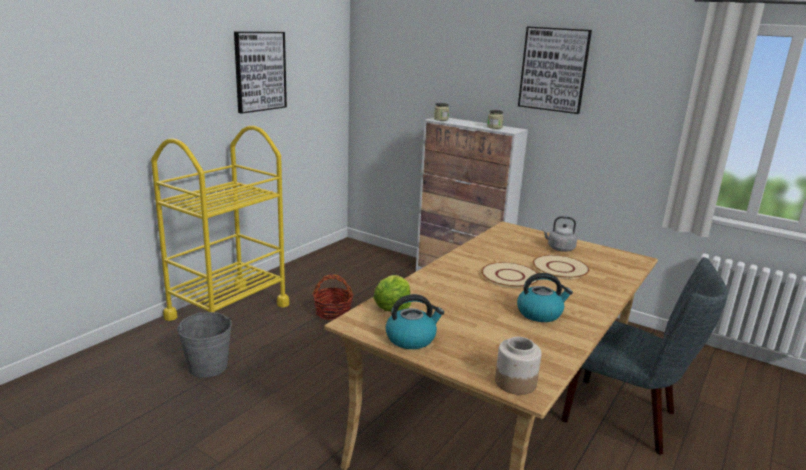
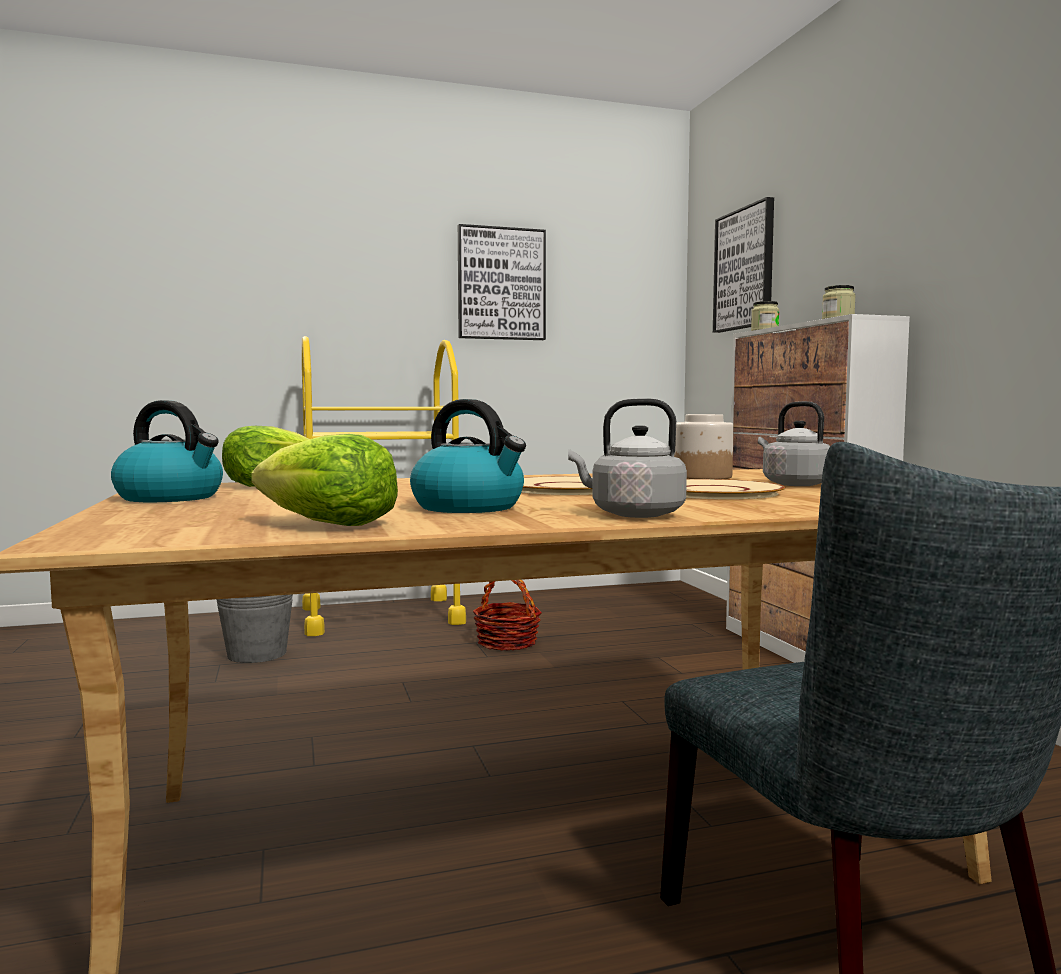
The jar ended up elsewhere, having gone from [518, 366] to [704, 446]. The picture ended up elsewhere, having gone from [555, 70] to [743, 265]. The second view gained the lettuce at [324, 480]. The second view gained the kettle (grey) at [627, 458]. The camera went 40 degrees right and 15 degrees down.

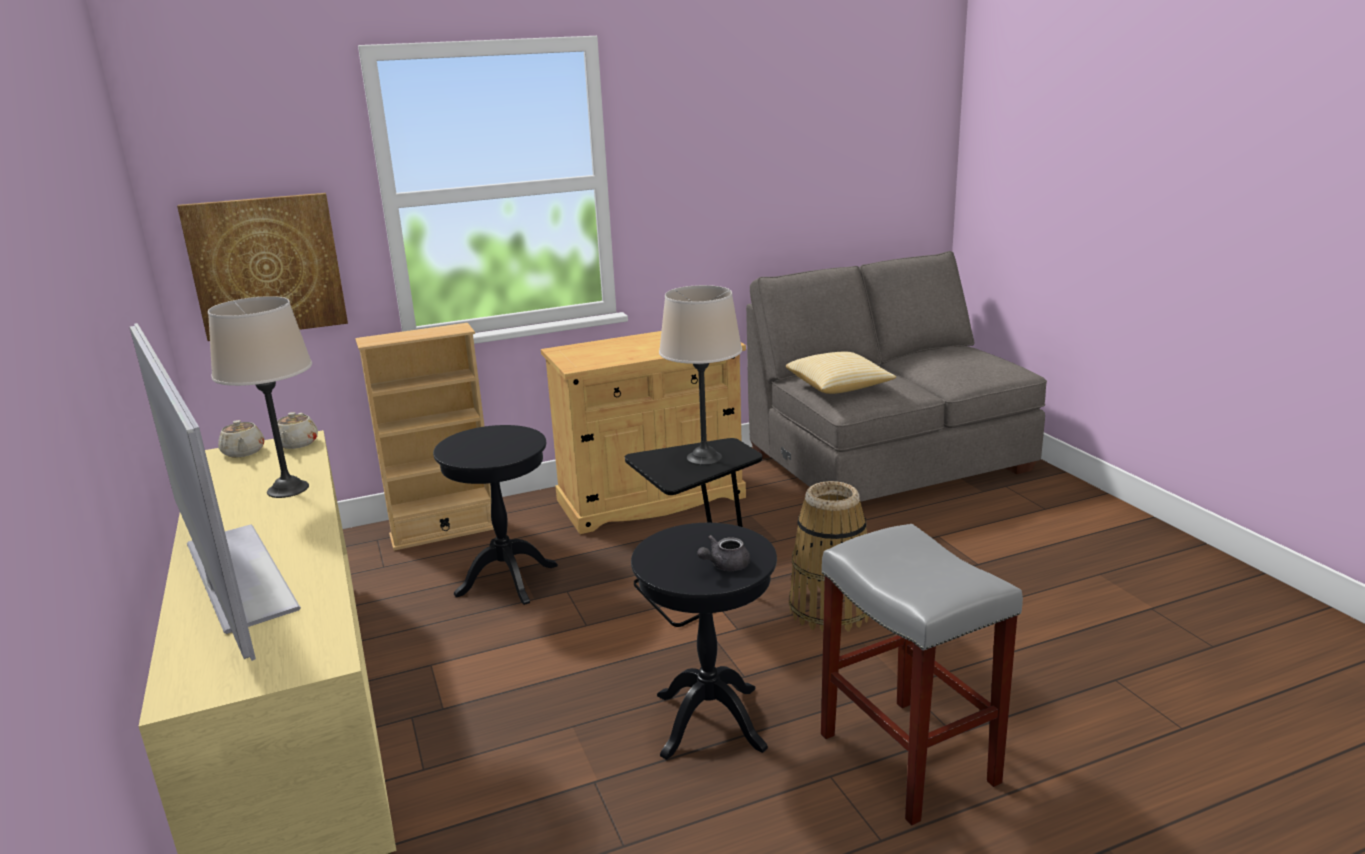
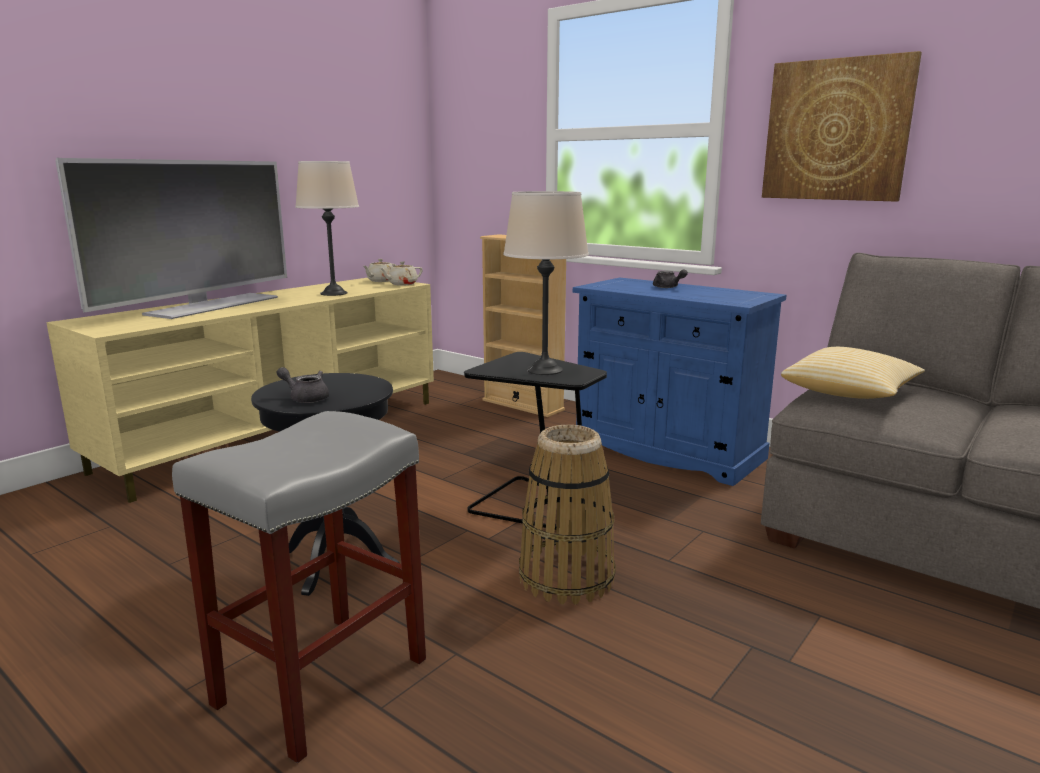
The picture ended up elsewhere, having gone from [262, 267] to [842, 126]. The second view lost the side table (black) at [495, 515]. What was the cabinet (beige) at [643, 432] turned into the cabinet (blue) at [679, 381]. The second view gained the teapot (grey) at [670, 278]. The camera went 60 degrees right and 5 degrees down.

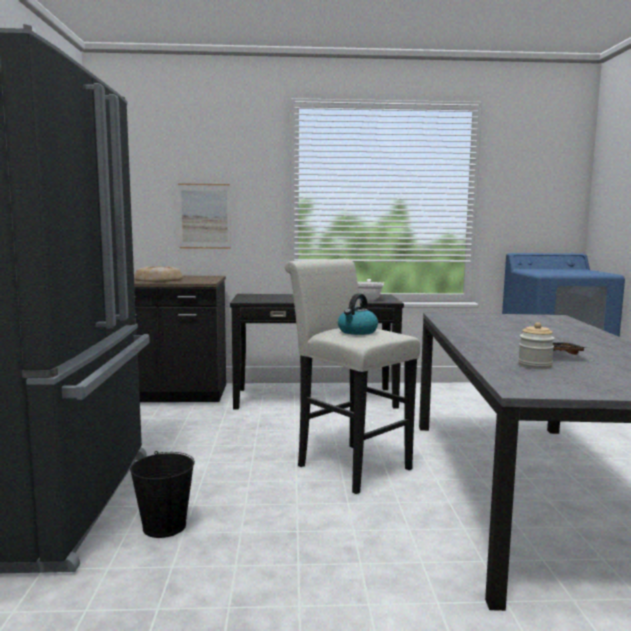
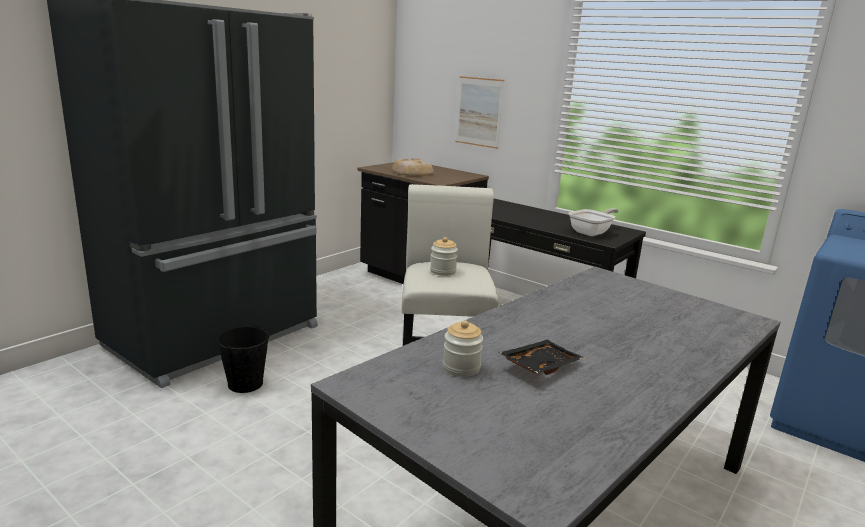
Where the kettle stood at [358, 314], the jar came to stand at [444, 256]. The camera went 40 degrees right and 10 degrees up.

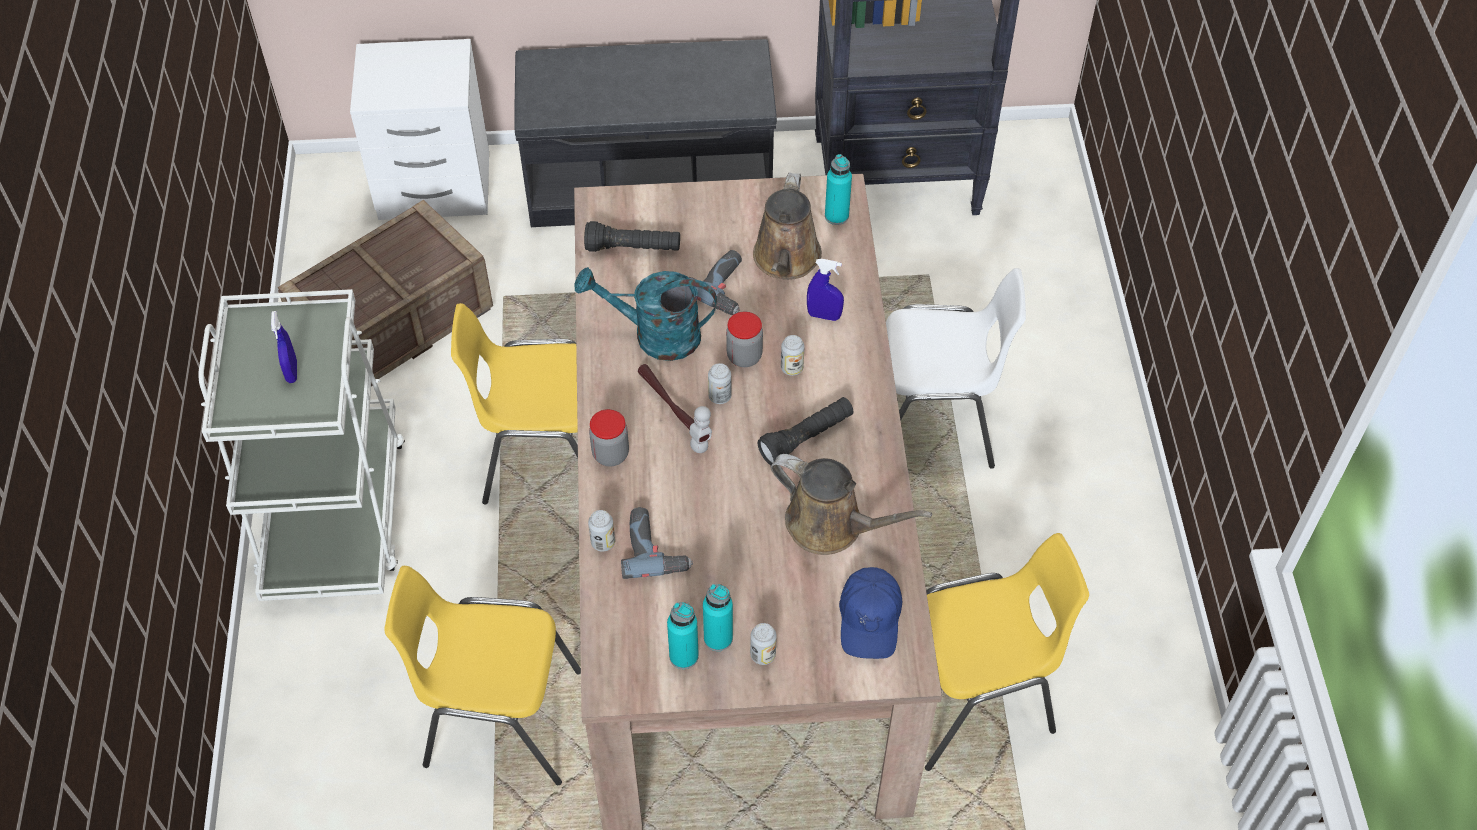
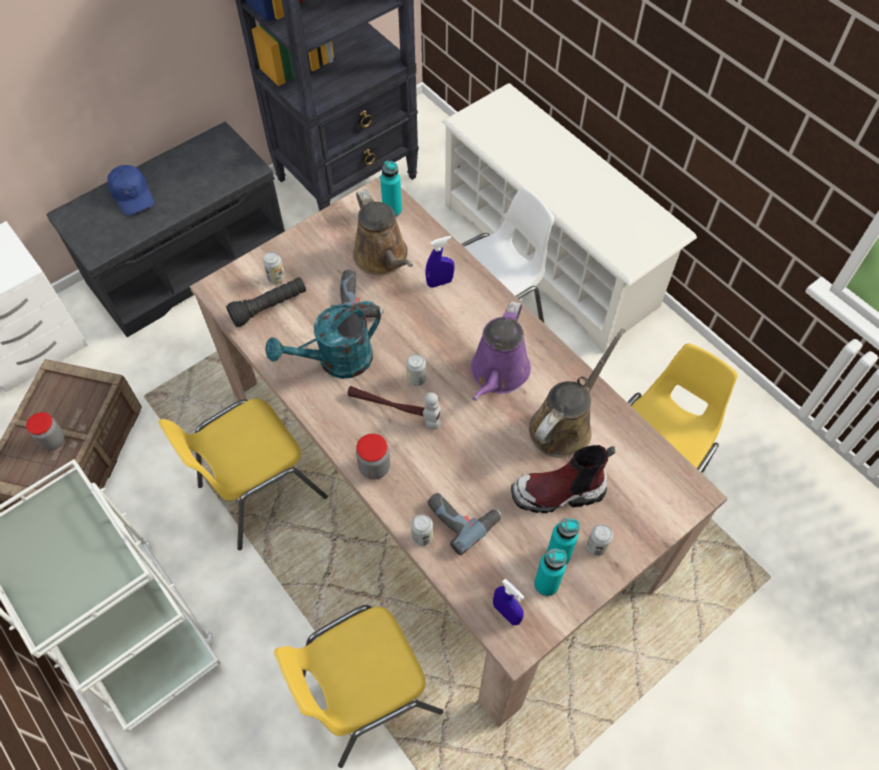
The spray bottle (blue) ended up elsewhere, having gone from [284, 347] to [508, 602]. The jar ended up elsewhere, having gone from [744, 339] to [45, 431]. Where the flashlight (black) stood at [806, 431], the watering can (purple) came to stand at [501, 351]. The watering can (brown) at [851, 504] ended up facing another way, 45 degrees counterclockwise from before. The can ended up elsewhere, having gone from [792, 355] to [274, 268]. The cap (blue) ended up elsewhere, having gone from [870, 613] to [130, 190]. The second view gained the shoe rack (white) at [569, 218]. The second view gained the boot at [563, 479]. The camera went 35 degrees left and 5 degrees up.

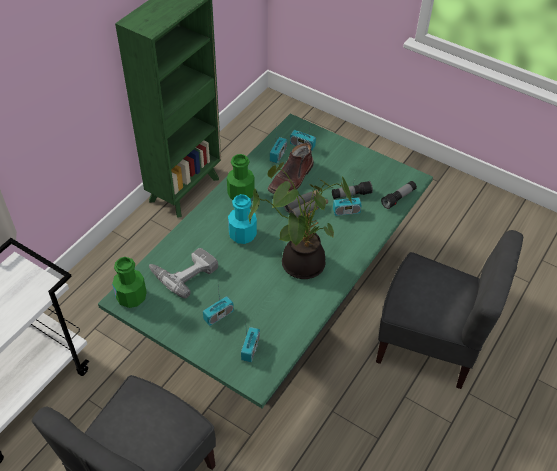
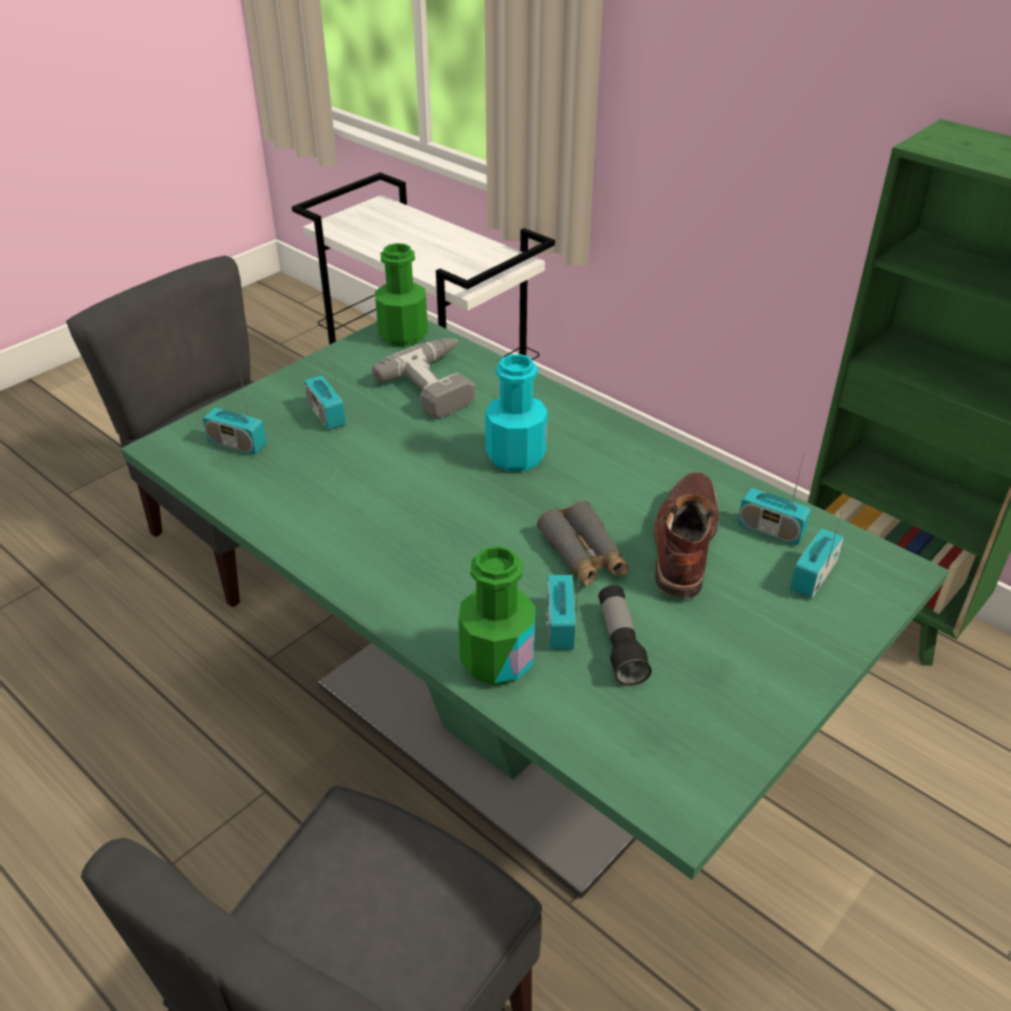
The bottle (green) ended up elsewhere, having gone from [241, 177] to [496, 615]. The second view lost the potted plant at [301, 220]. The boot (brown) at [291, 168] ended up facing another way, 60 degrees clockwise from before. The second view lost the flashlight at [399, 195]. The camera went 100 degrees right and 10 degrees down.

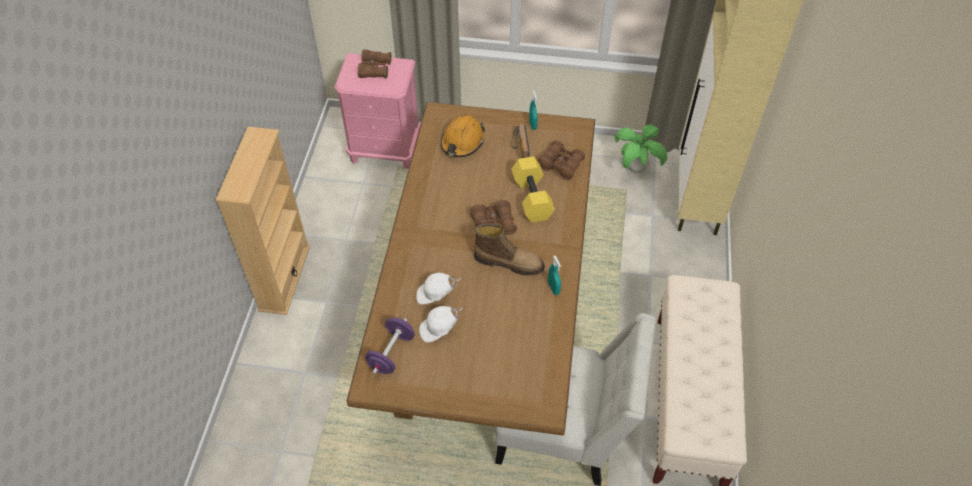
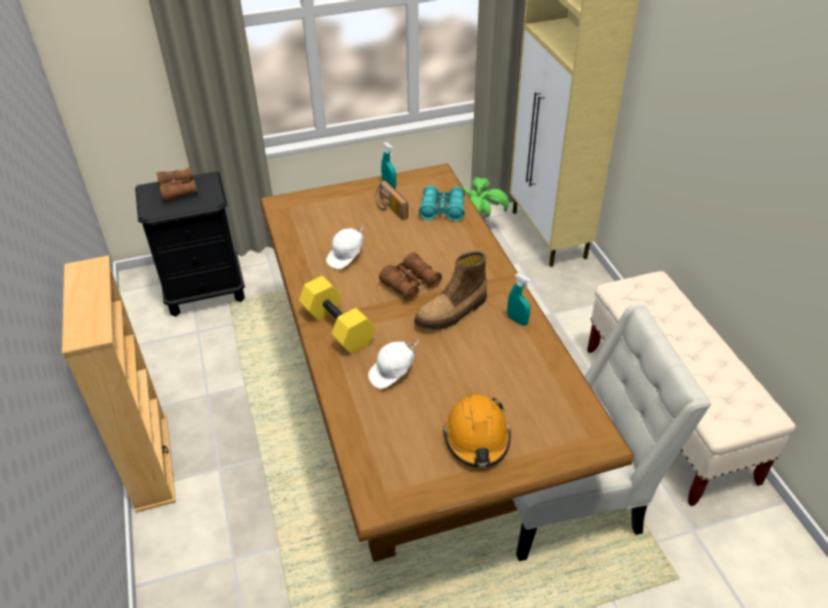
What was the nightstand (pink) at [377, 111] turned into the nightstand (black) at [190, 244]. The second view lost the dumbbell (purple) at [390, 346]. The cap (white) ended up elsewhere, having gone from [441, 324] to [344, 247]. The hard hat (orange) ended up elsewhere, having gone from [463, 136] to [477, 430]. The boot at [509, 249] ended up facing another way, 150 degrees clockwise from before. The dumbbell (yellow) ended up elsewhere, having gone from [533, 189] to [337, 315]. What was the binoculars (brown) at [561, 160] turned into the binoculars (turquoise) at [442, 203]. The camera went 25 degrees left and 10 degrees down.

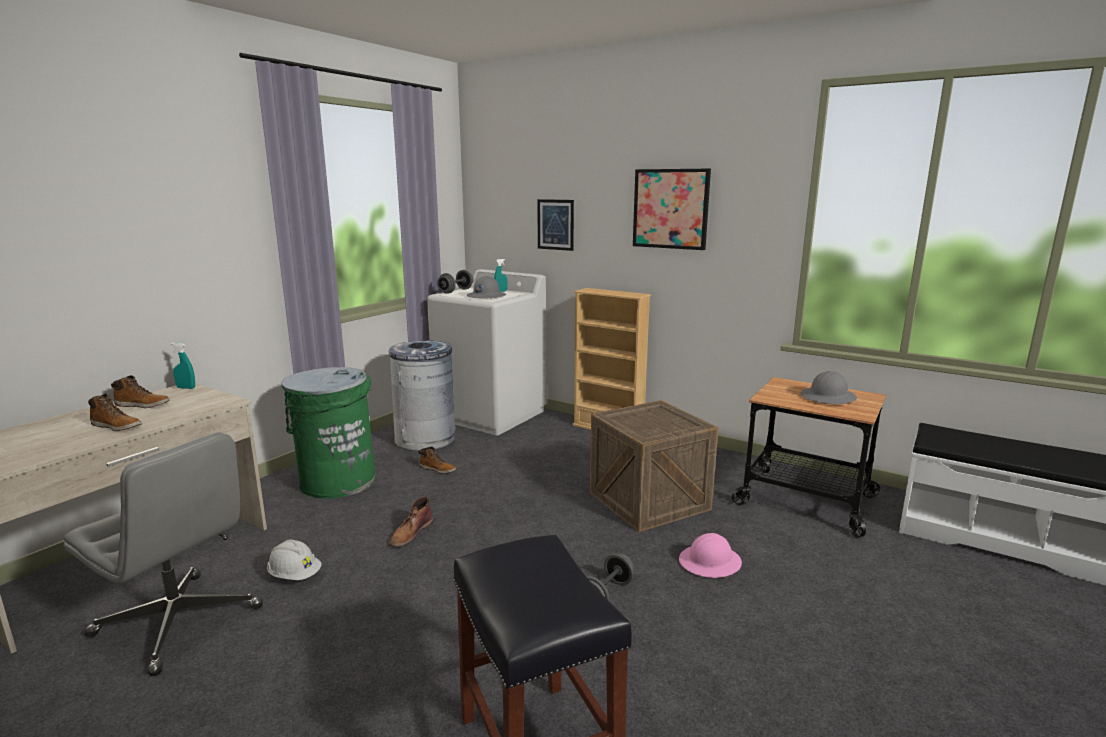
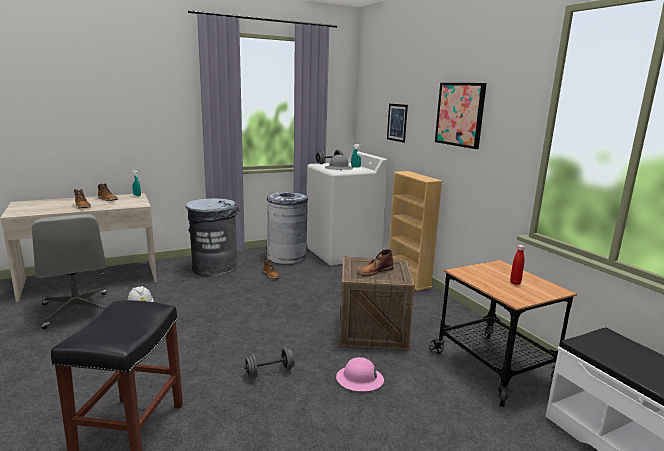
What was the trash can (green) at [328, 432] turned into the trash can (grey) at [213, 237]. The boot (brown) ended up elsewhere, having gone from [411, 522] to [375, 262]. Where the hard hat (grey) stood at [829, 387], the bottle (red) came to stand at [517, 265]. The camera went 30 degrees right and 0 degrees up.

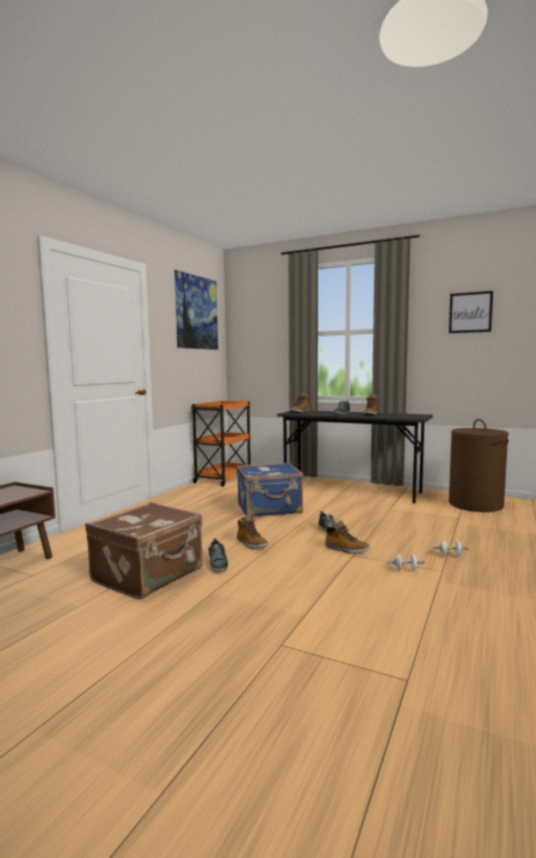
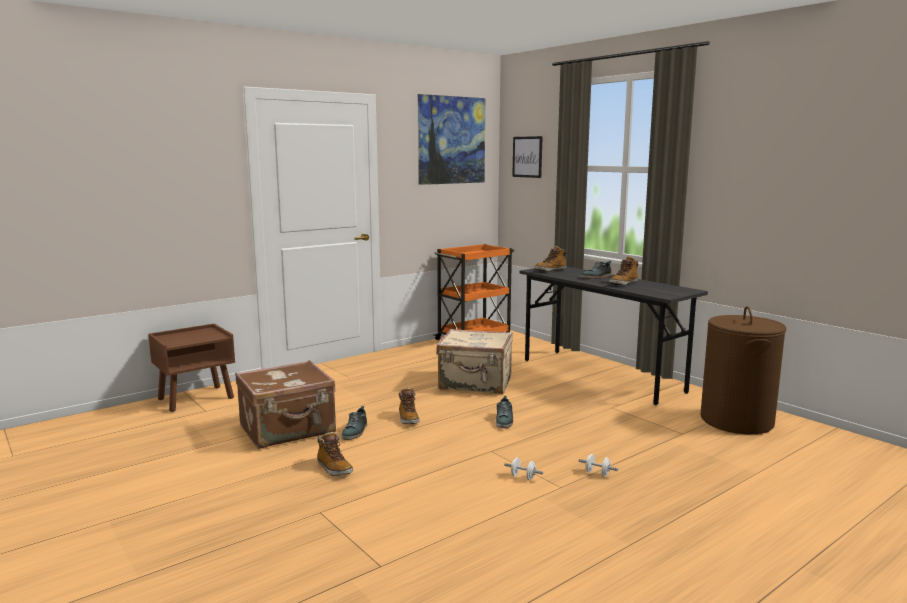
What was the suitcase (blue) at [270, 489] turned into the suitcase (beige) at [474, 361]. The boot ended up elsewhere, having gone from [347, 537] to [335, 454]. The picture ended up elsewhere, having gone from [471, 312] to [527, 157]. The camera went 25 degrees right and 5 degrees up.

